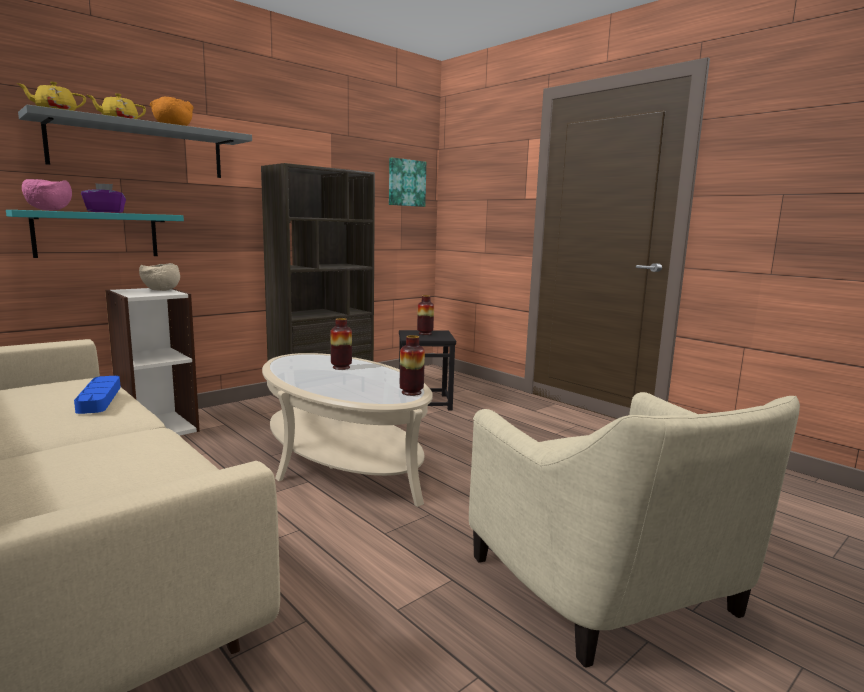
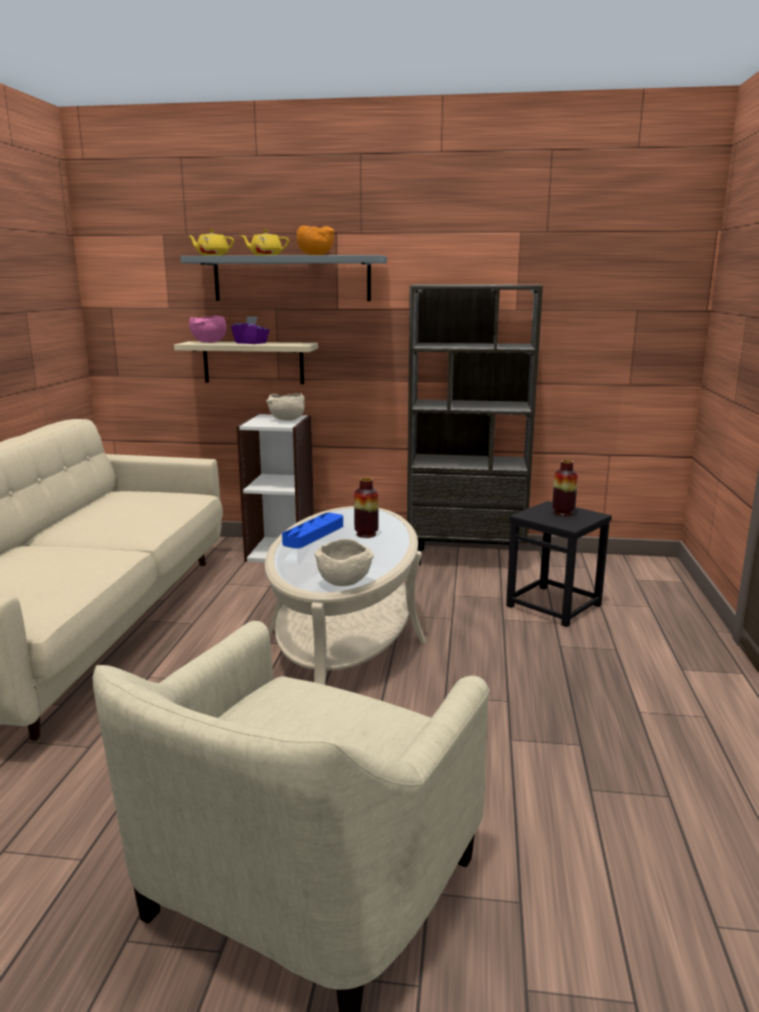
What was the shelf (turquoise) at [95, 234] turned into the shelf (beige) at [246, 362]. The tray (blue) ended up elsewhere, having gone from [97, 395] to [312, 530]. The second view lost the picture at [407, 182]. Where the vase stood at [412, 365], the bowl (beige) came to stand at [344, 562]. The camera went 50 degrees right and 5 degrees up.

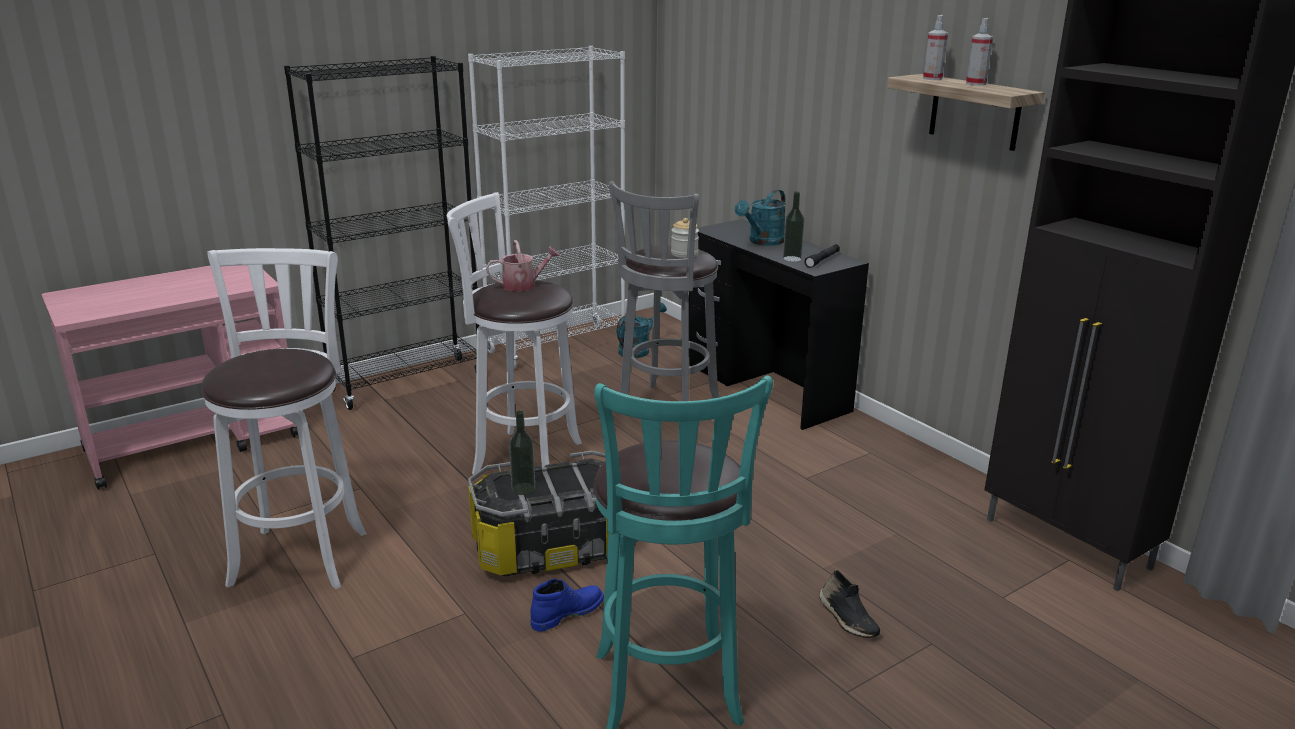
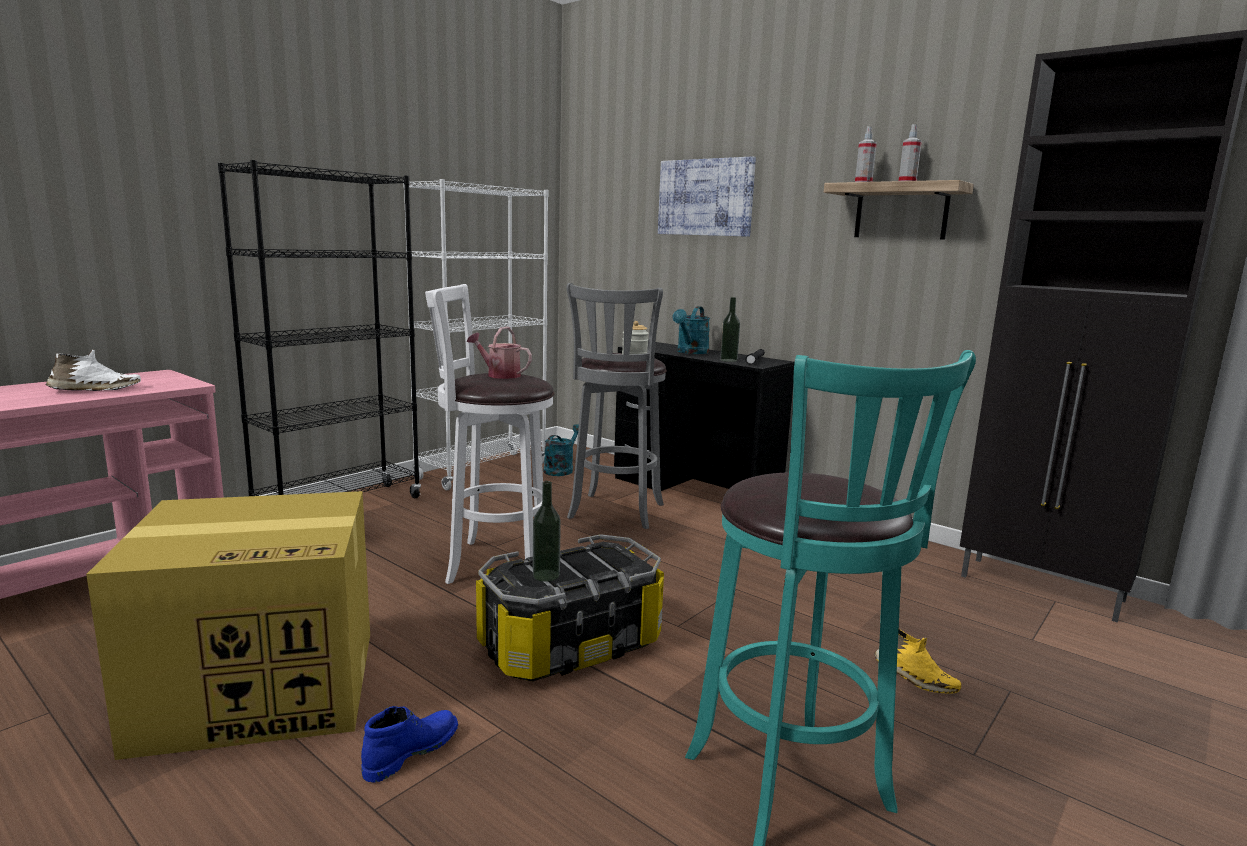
Where the stool (white) stood at [284, 418], the cardboard box came to stand at [228, 625]. The watering can at [523, 265] ended up facing another way, 120 degrees counterclockwise from before. The boot (blue) ended up elsewhere, having gone from [567, 605] to [409, 744]. What was the shoe (black) at [849, 603] turned into the shoe (yellow) at [917, 661]. The second view gained the shoe (white) at [93, 370]. The second view gained the picture at [707, 196]. The camera went 15 degrees left and 10 degrees down.

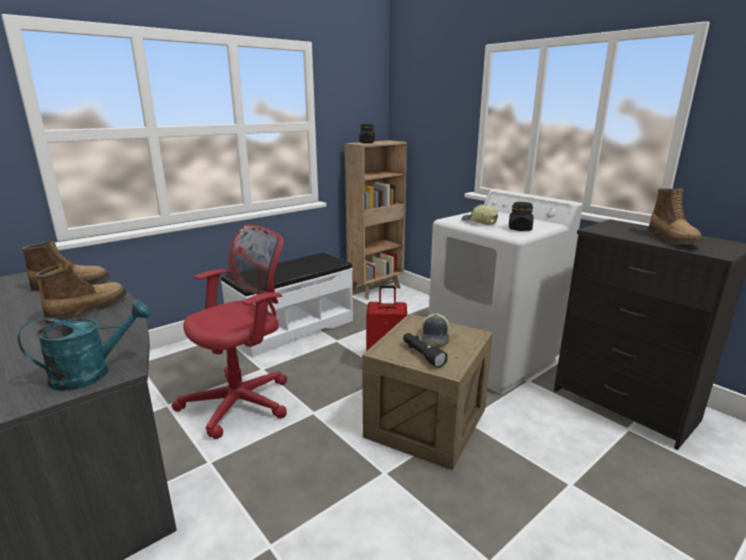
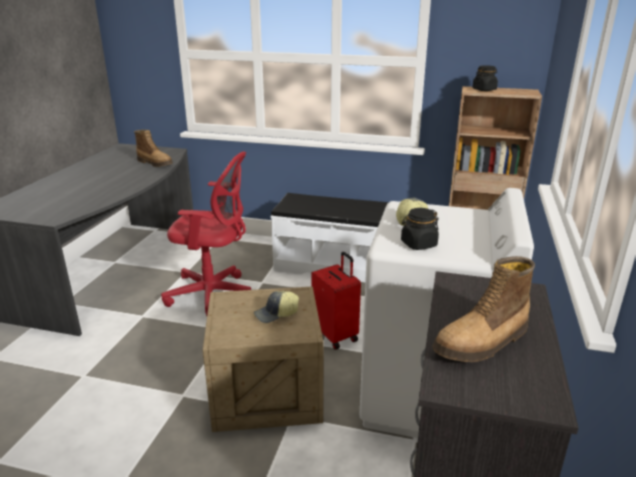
The second view lost the watering can (turquoise) at [84, 345]. The second view lost the boot at [81, 292]. The second view lost the flashlight (black) at [425, 350]. The camera went 55 degrees right and 5 degrees up.

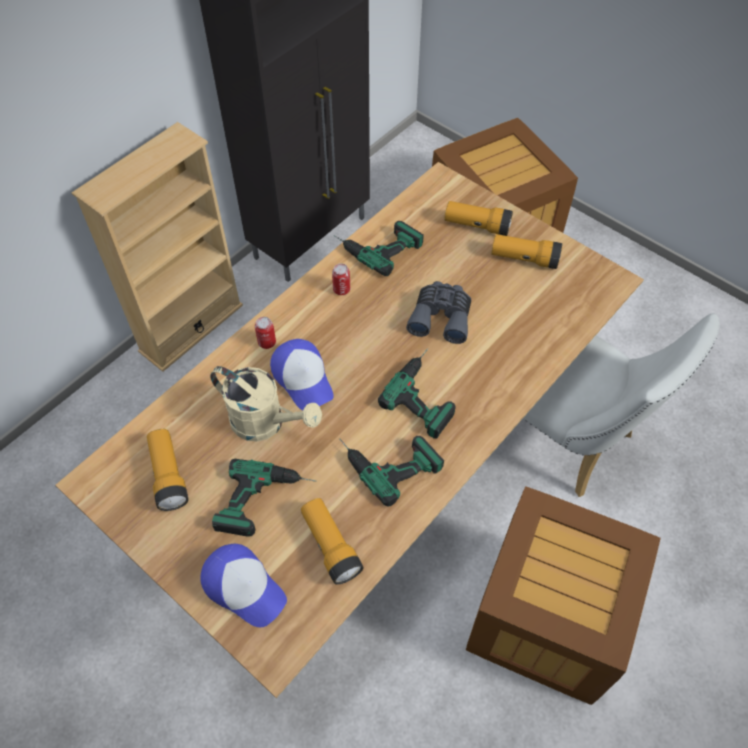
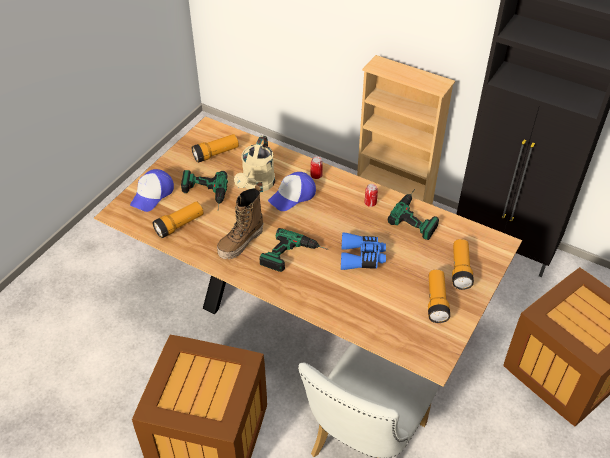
Where the power drill stood at [391, 471], the boot came to stand at [240, 222]. What was the binoculars (grey) at [438, 312] turned into the binoculars (blue) at [363, 251]. The camera went 80 degrees right and 10 degrees down.

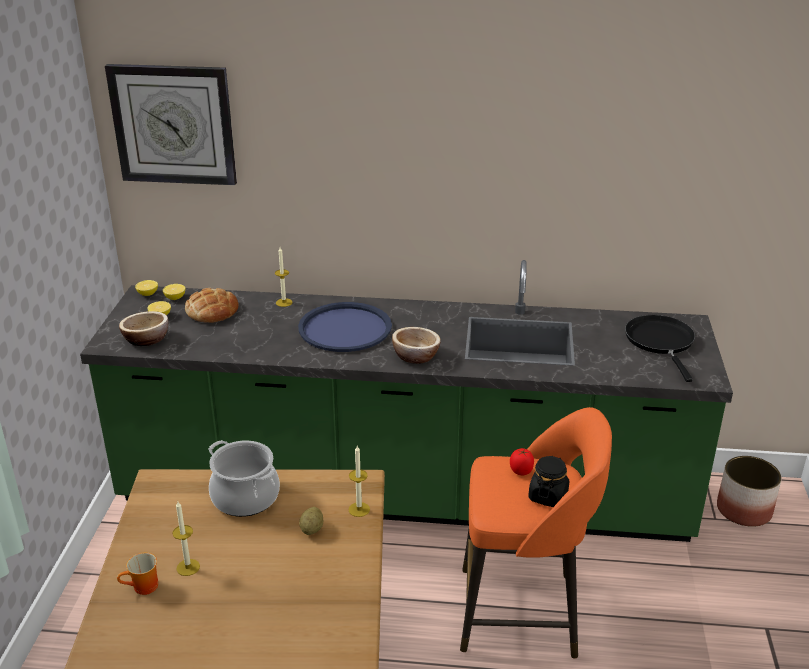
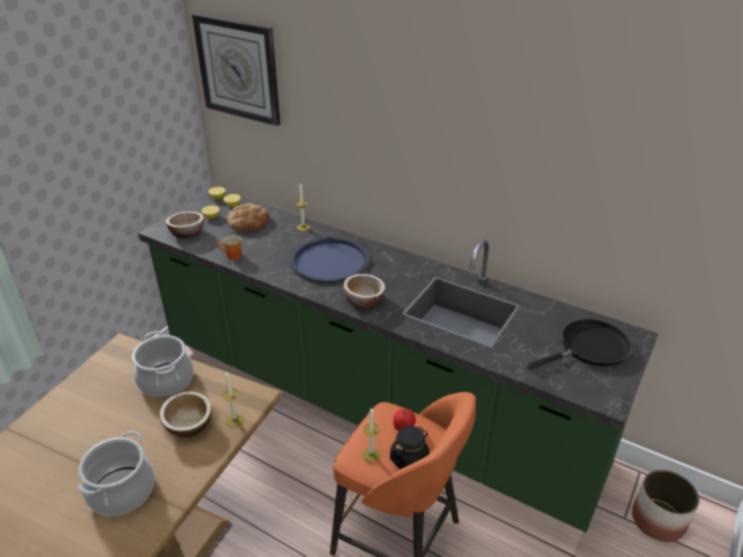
The mug ended up elsewhere, having gone from [137, 574] to [229, 247]. The candle ended up elsewhere, having gone from [186, 539] to [372, 434]. Where the potato stood at [311, 521], the bowl came to stand at [186, 414]. The frying pan (black) at [660, 348] ended up facing another way, 45 degrees clockwise from before. The second view gained the cooking pot at [116, 473]. The camera went 25 degrees right and 5 degrees up.

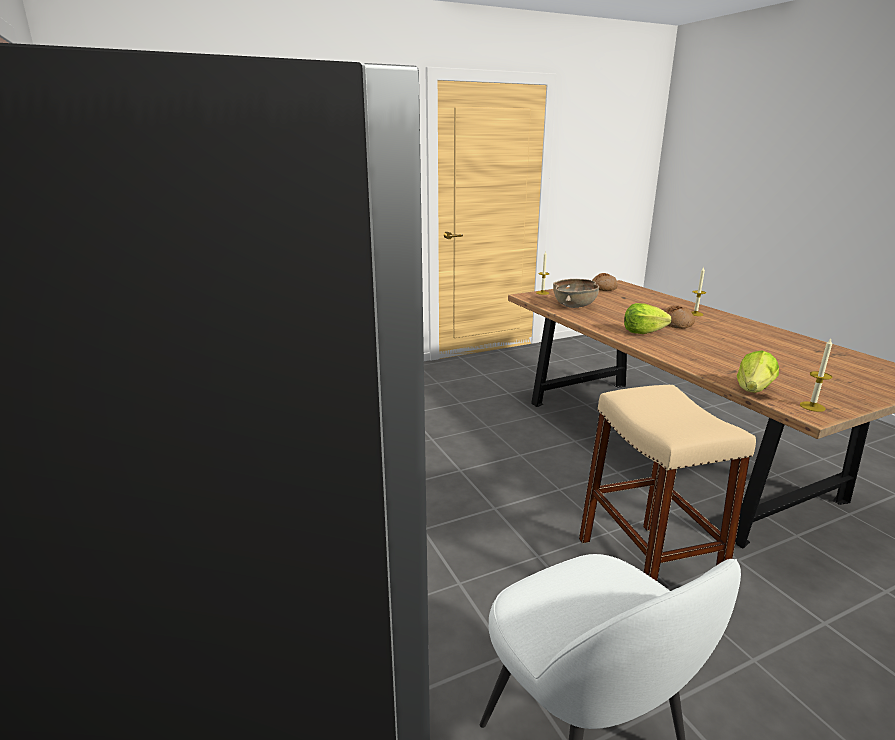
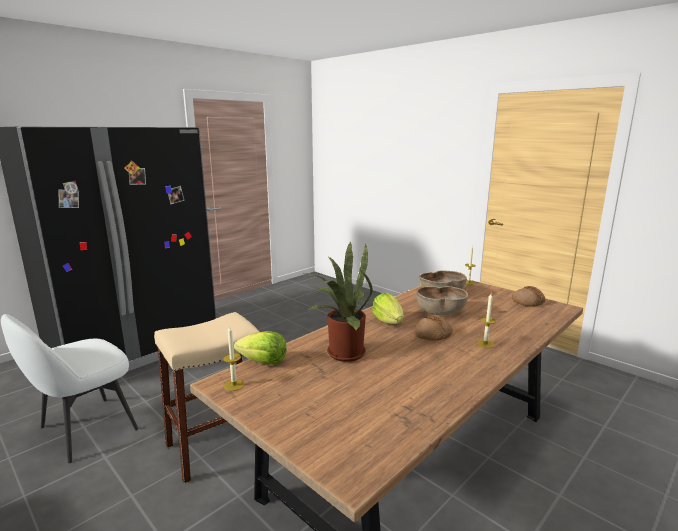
The second view gained the potted plant at [338, 302]. The second view gained the bowl (brown) at [442, 300]. The camera went 70 degrees right and 5 degrees down.

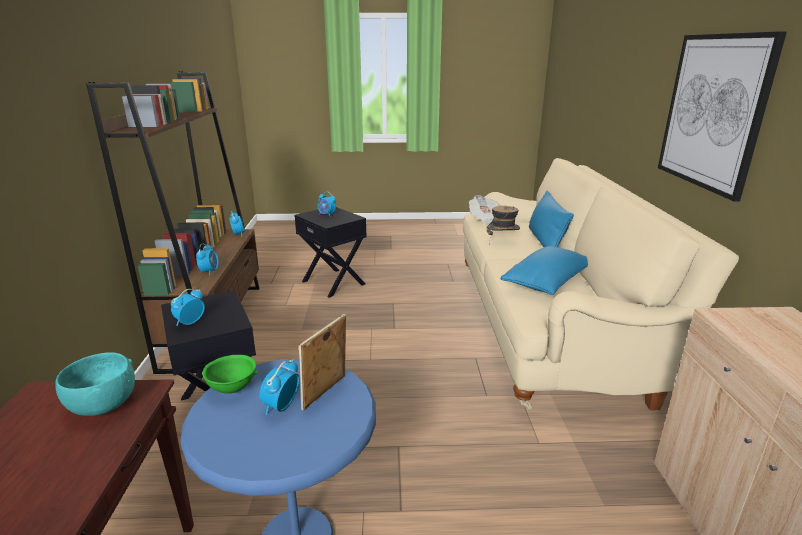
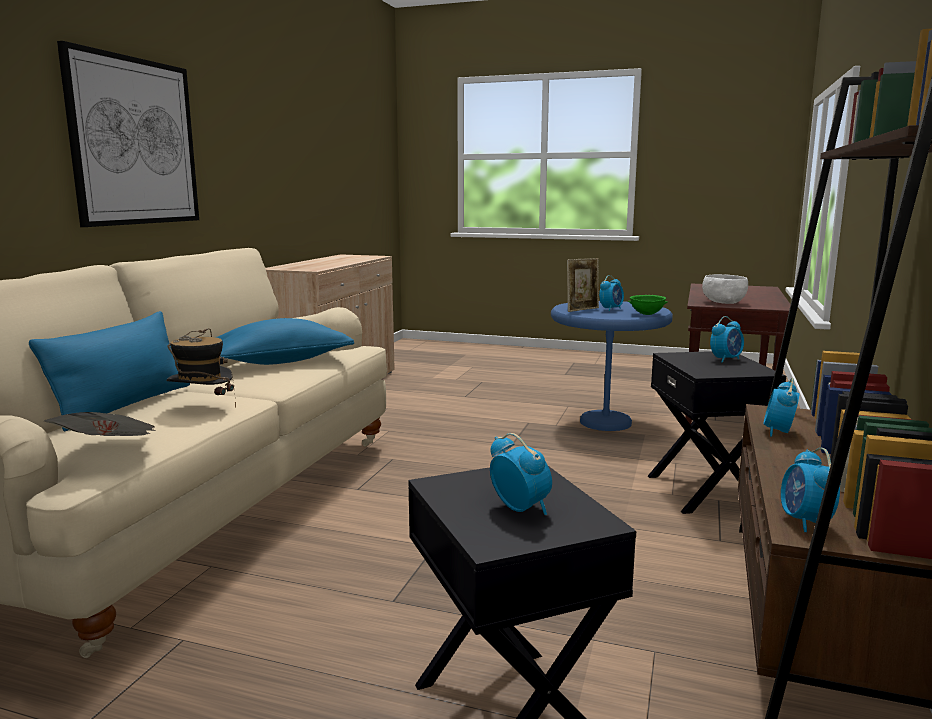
What was the bowl (turquoise) at [95, 384] turned into the bowl (white) at [725, 289]. The camera went 160 degrees left and 10 degrees down.

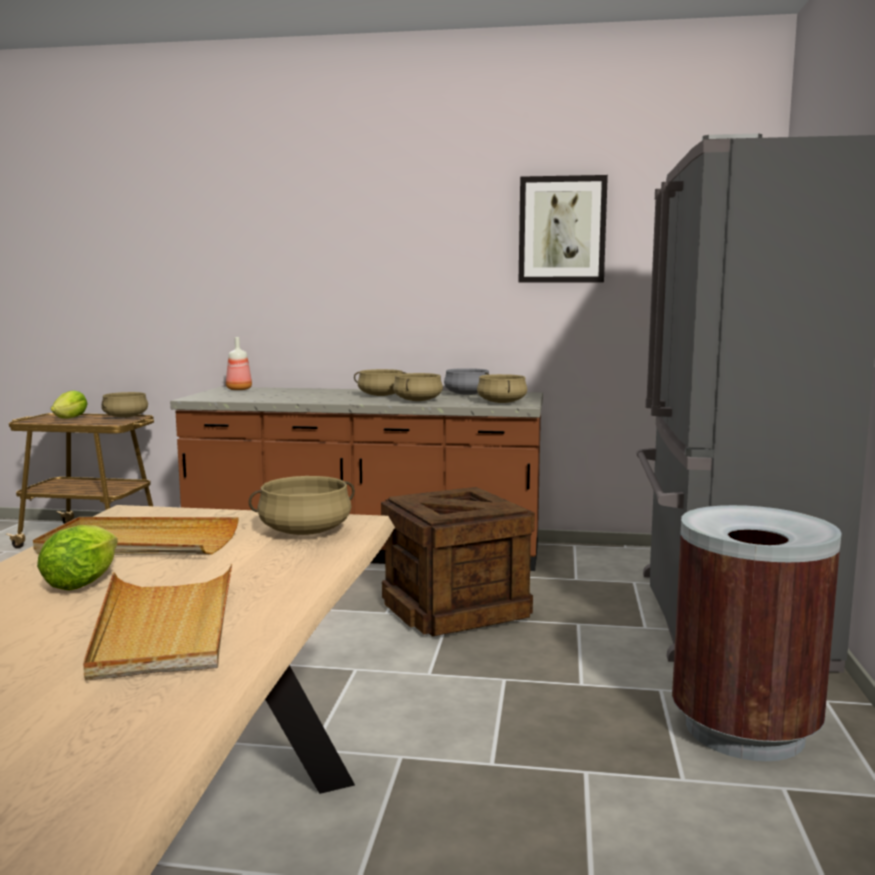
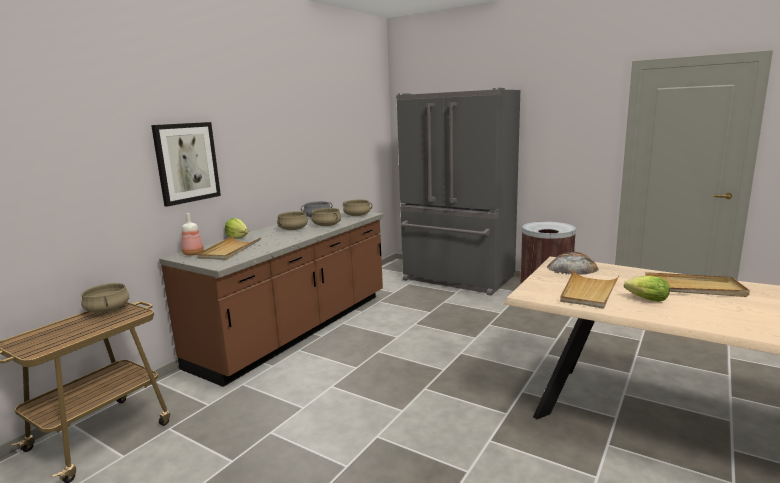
The lettuce ended up elsewhere, having gone from [69, 404] to [237, 228]. Where the cooking pot (beige) stood at [302, 505], the bread came to stand at [573, 263]. The second view lost the crate at [458, 562]. The picture ended up elsewhere, having gone from [563, 229] to [186, 164]. The second view gained the tray (beige) at [229, 248]. The camera went 65 degrees left and 5 degrees up.

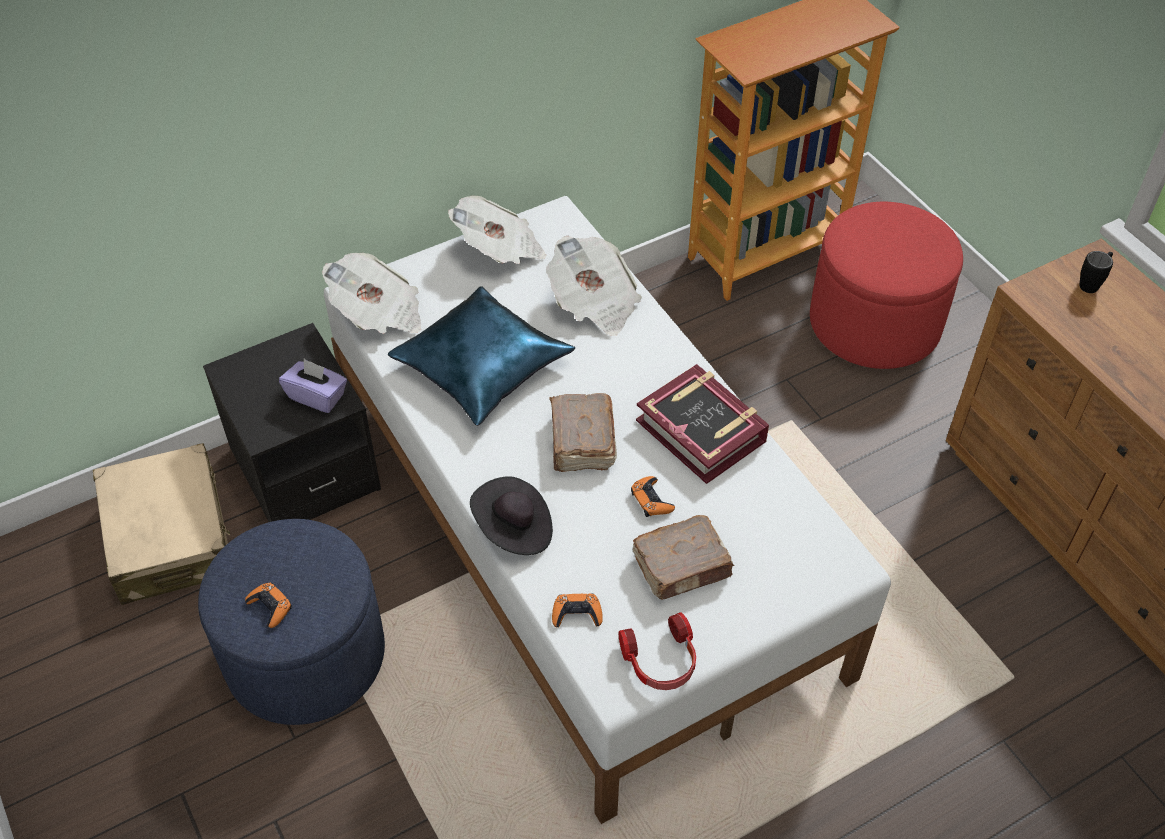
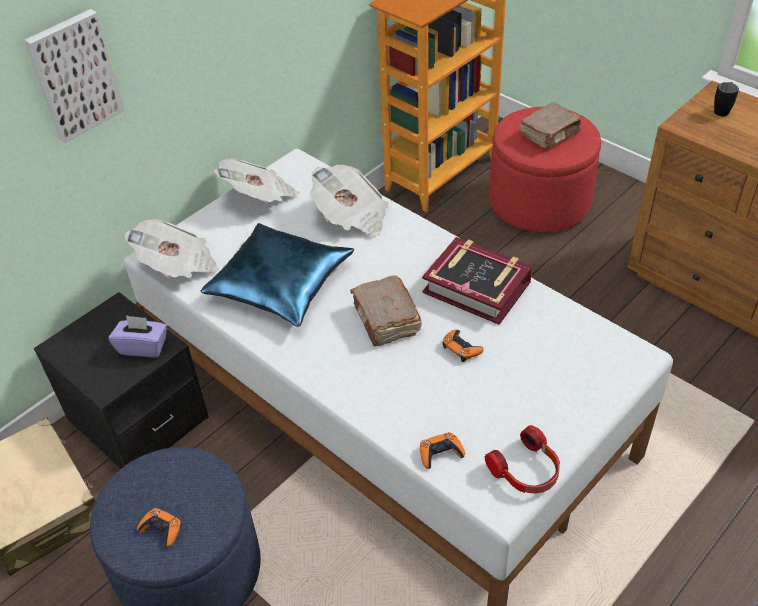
The second view lost the hat (black) at [511, 515]. The book (brown) ended up elsewhere, having gone from [684, 557] to [550, 125]. The second view gained the picture at [74, 76]. The camera went 15 degrees left and 5 degrees down.

